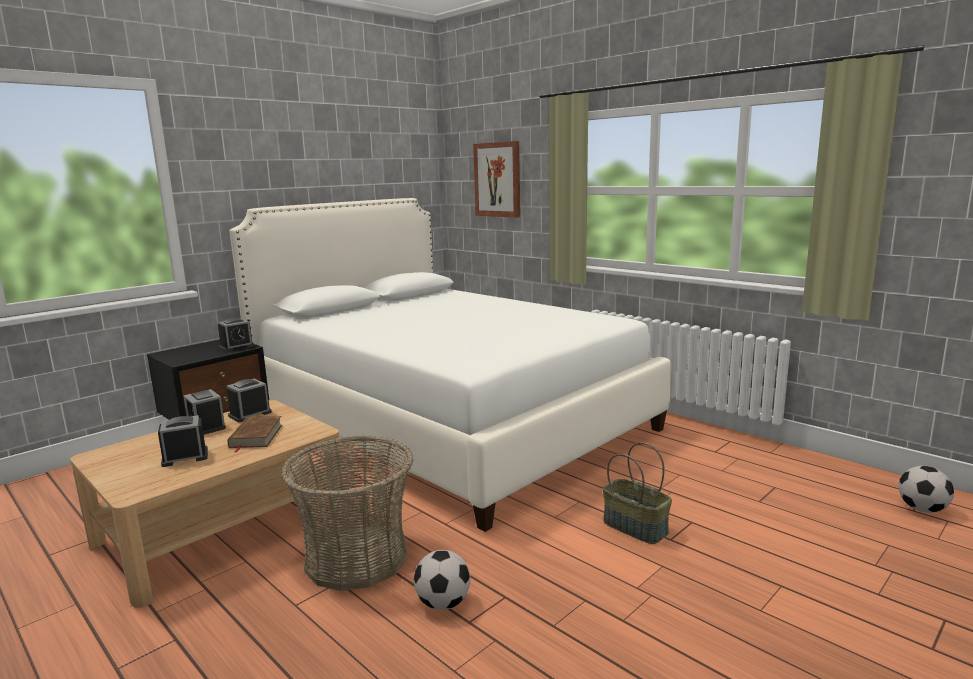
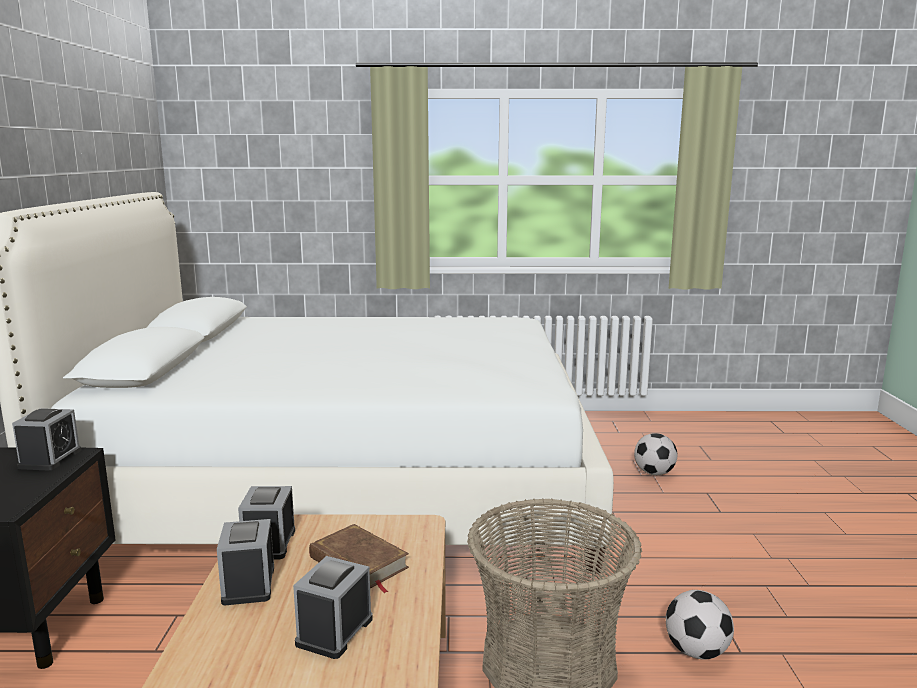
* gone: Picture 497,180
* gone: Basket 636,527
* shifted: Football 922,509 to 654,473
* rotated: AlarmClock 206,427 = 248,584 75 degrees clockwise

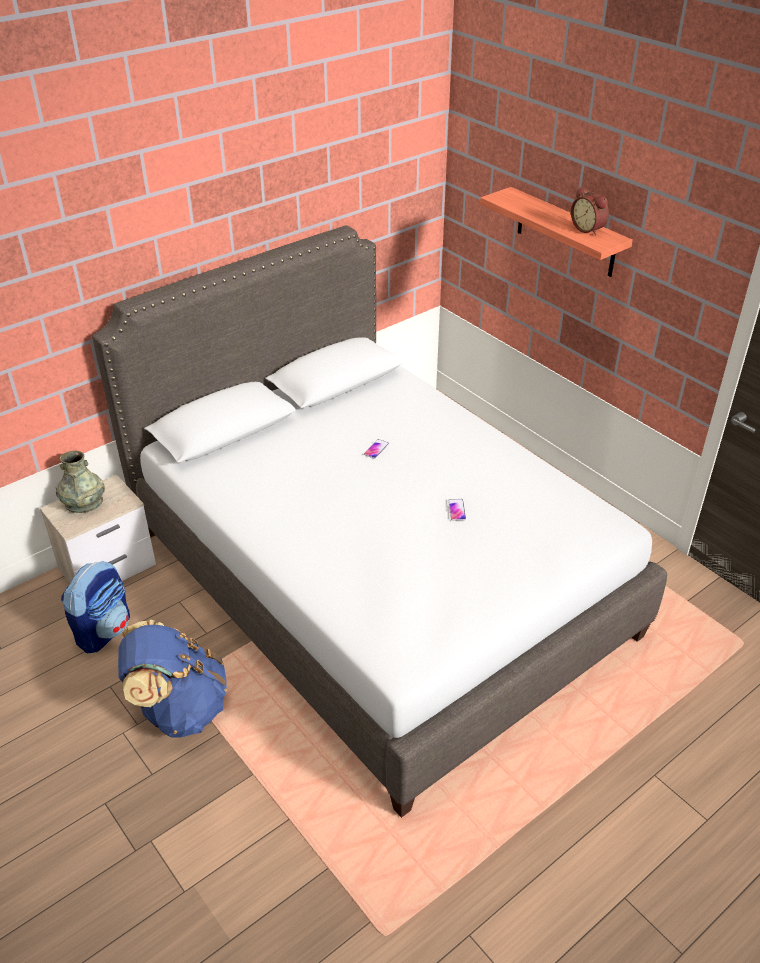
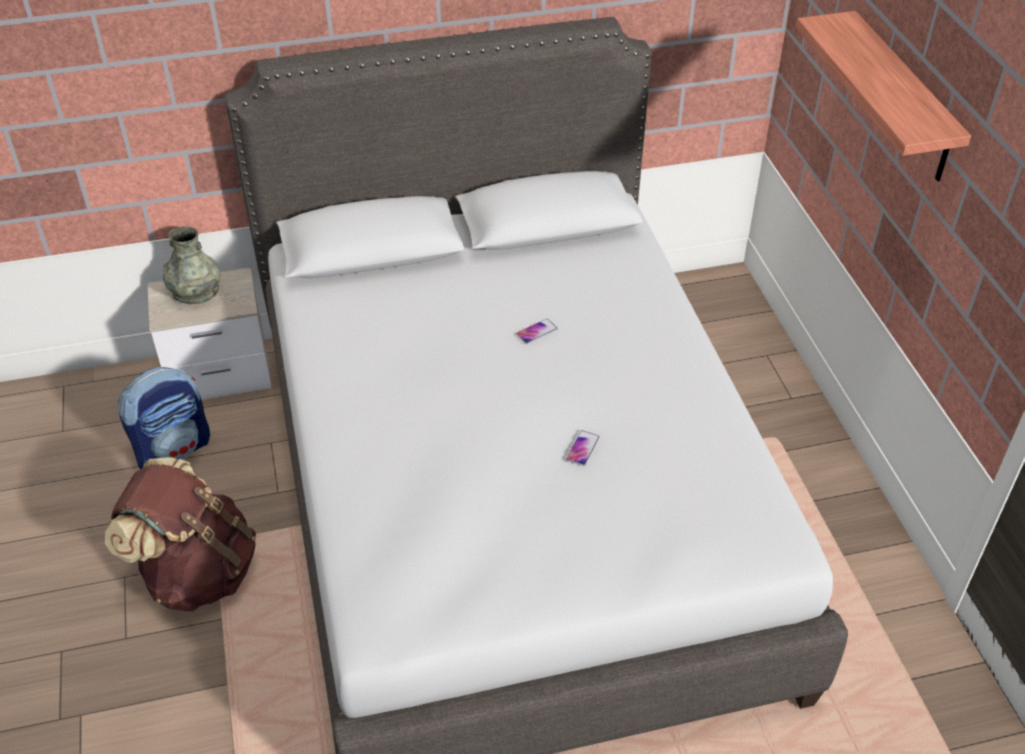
* gone: AlarmClock 588,229
* repainted: BlueBackpack 179,708 to BrownBackpack 197,572

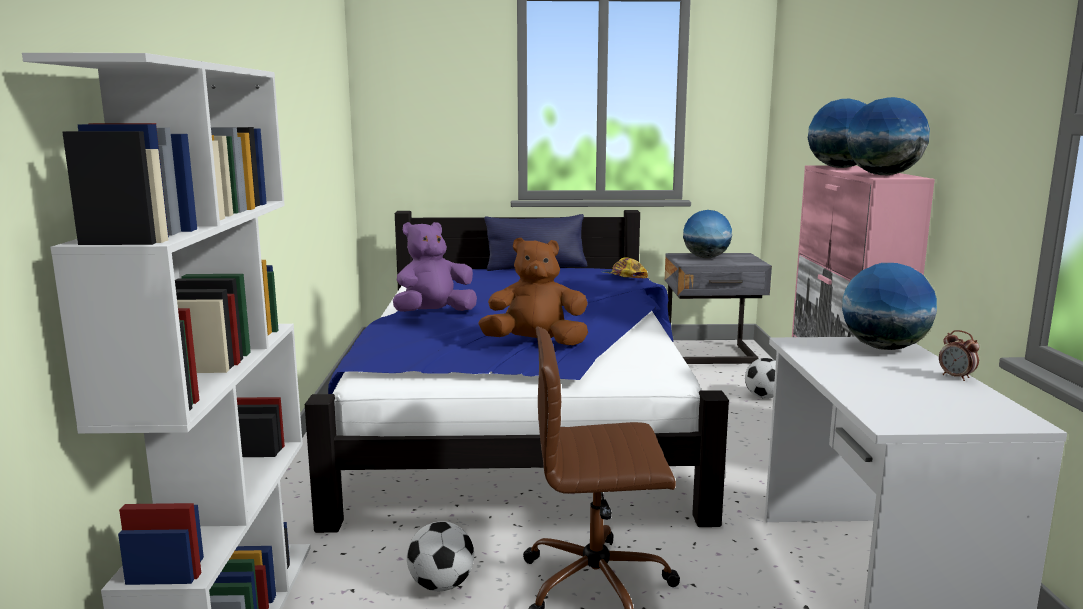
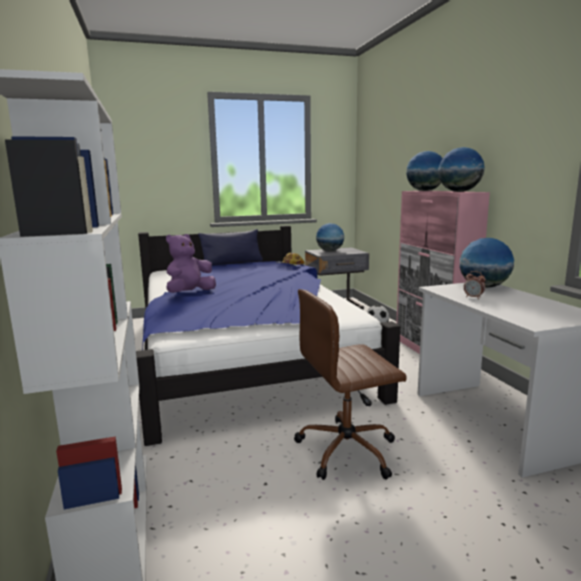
* gone: Football 441,585
* gone: BrownPlushToy 535,344
* shifted: AlarmClock 956,377 to 473,297

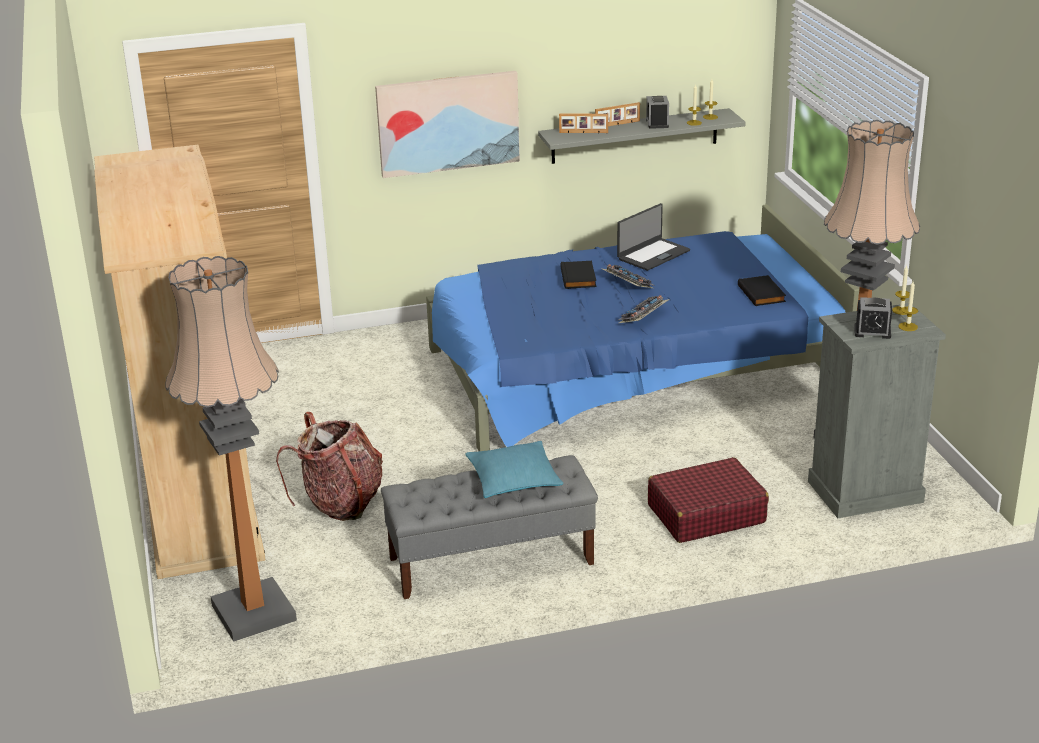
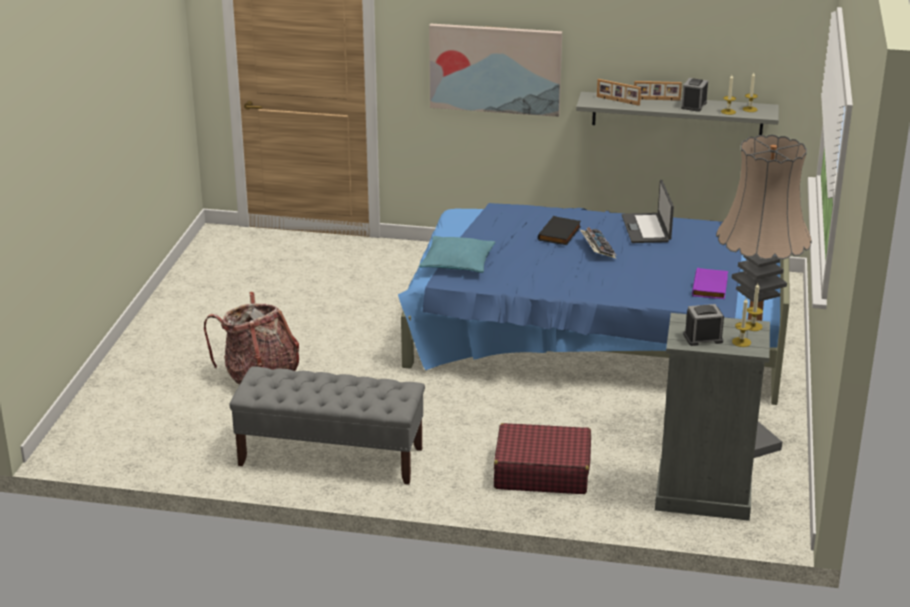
* gone: BeigeWardrobe 198,494
* gone: FloorLamp 253,612
* gone: Keyboard 643,316
* shifted: TurquoisePillow 514,479 to 457,263
* repainted: BlackBook 762,294 to PurpleBook 711,287
* rotated: Laptop 652,254 = 647,229 105 degrees clockwise
* rotated: AlarmClock 872,332 = 703,338 135 degrees clockwise

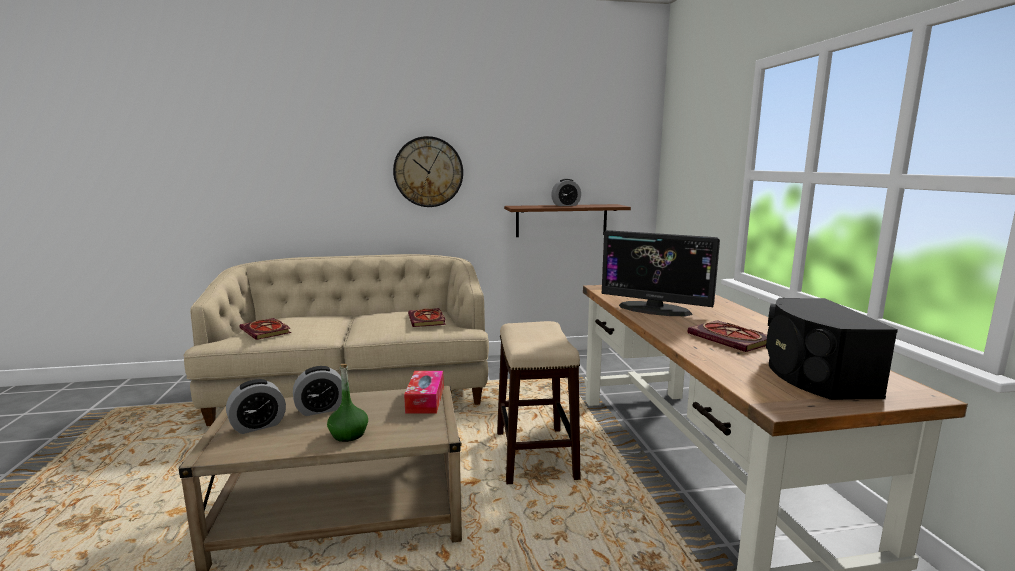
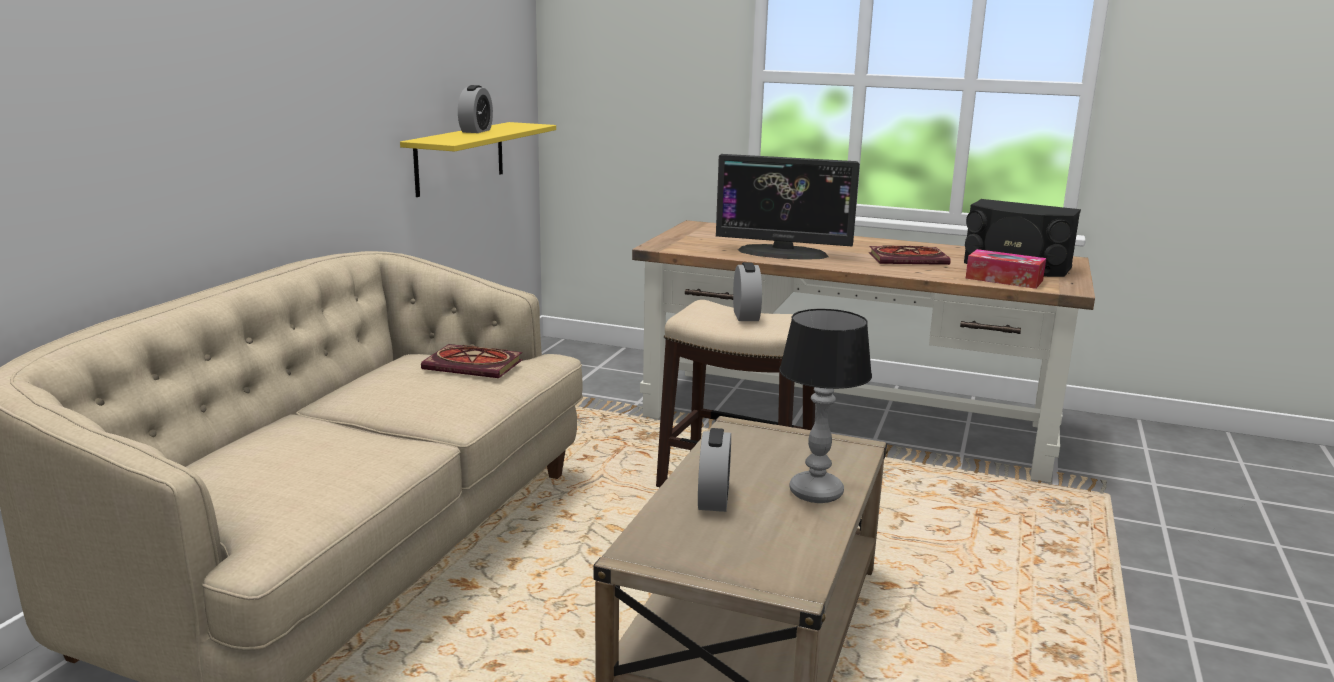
* gone: Book 267,331
* gone: WallClock 428,172
* shifted: AlarmClock 258,425 to 746,316
* shifted: TissueBox 425,400 to 1004,279
* swapped: GreenBottle 348,434 to TableLamp 814,492
* repainted: BrownShelf 561,220 to YellowShelf 460,157
* rotated: Monitor 654,309 = 783,253 45 degrees clockwise

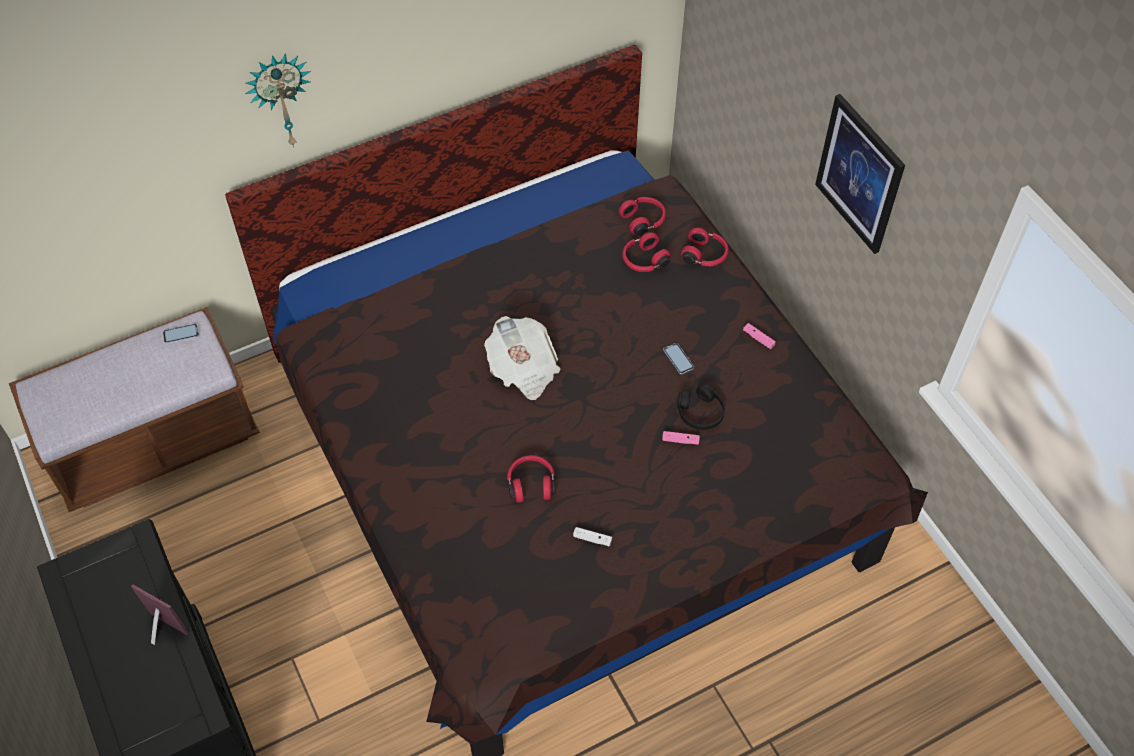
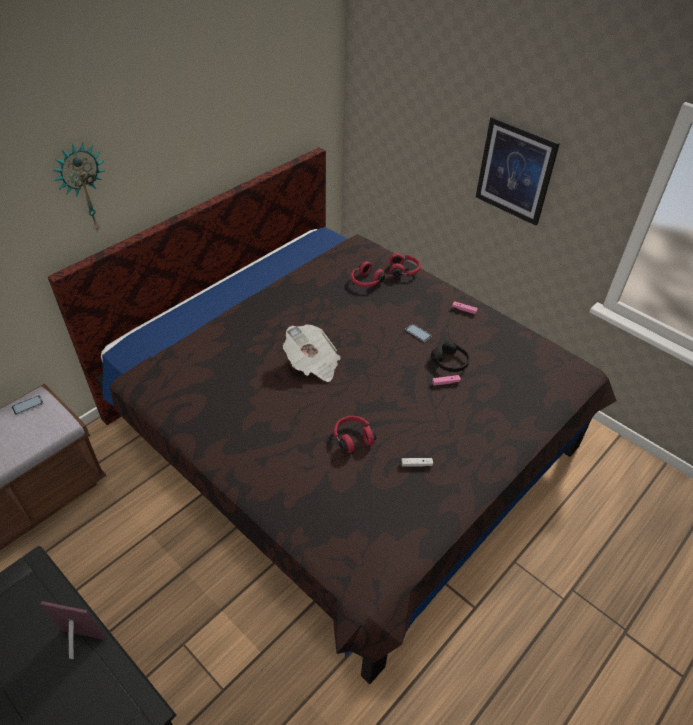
* gone: RedHeadphones 643,220

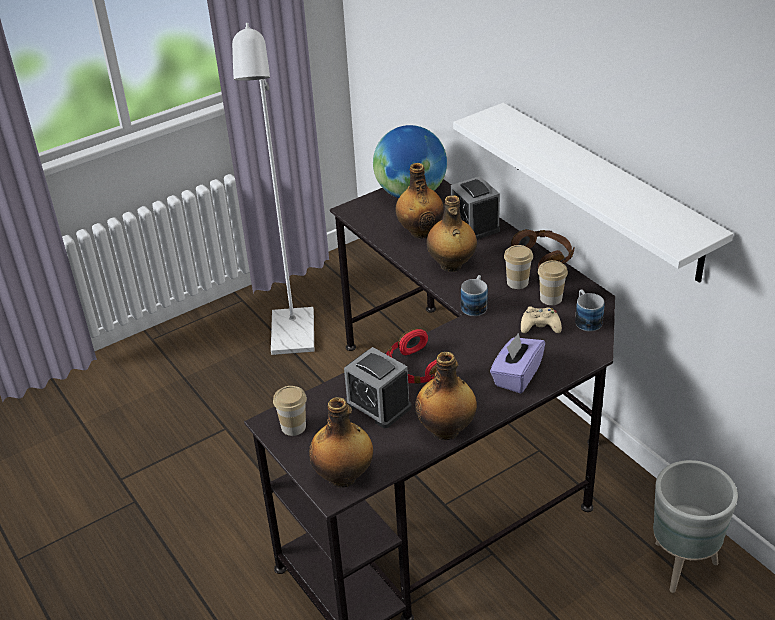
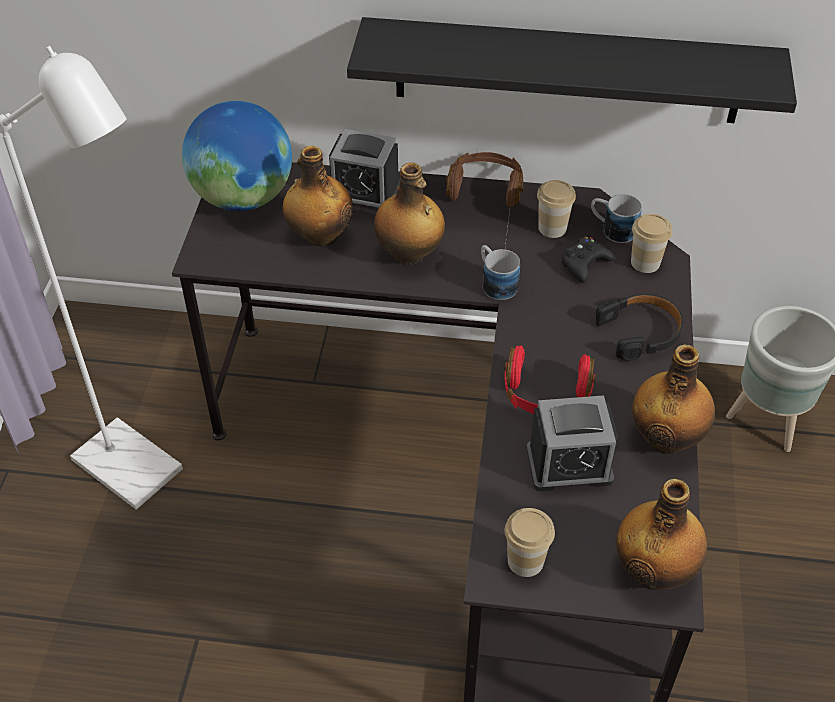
* shifted: Cup 517,282 to 645,262
* swapped: PurpleTissueBox 516,376 to BlackHeadphones 640,332
* repainted: WhiteShelf 604,191 to BlackShelf 567,71
* repainted: BeigeGameController 540,326 to BlackGameController 584,264

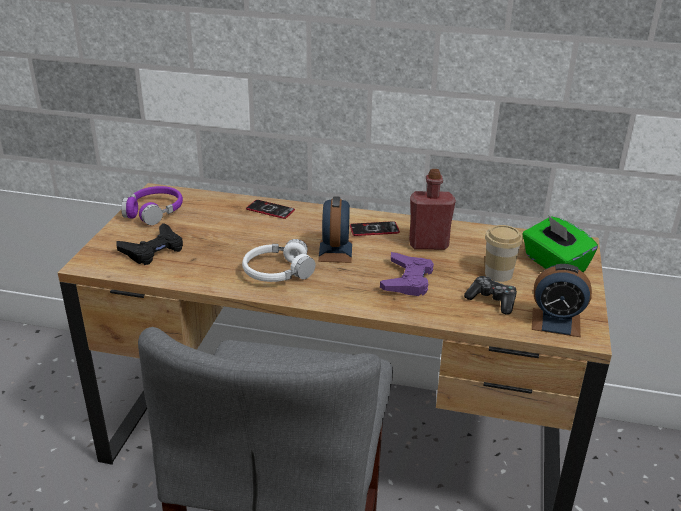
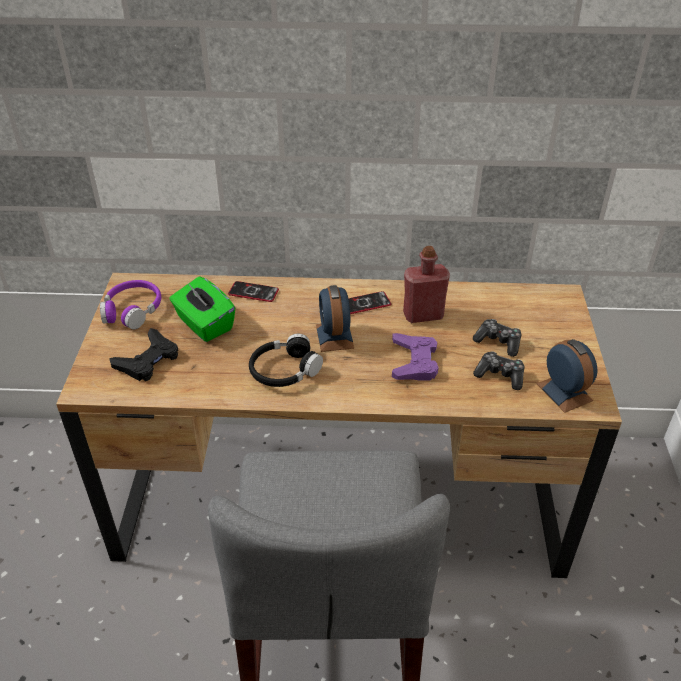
* shifted: GreenTissueBox 554,264 to 204,324
* swapped: Cup 498,274 to GameController 498,342
* repainted: WhiteHeadphones 277,272 to BlackHeadphones 284,370
* rotated: AlarmClock 556,322 = 564,392 120 degrees counterclockwise

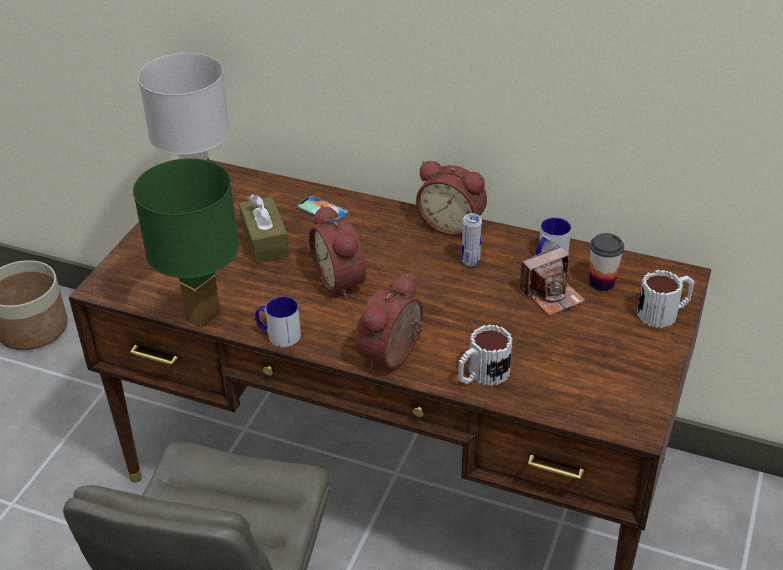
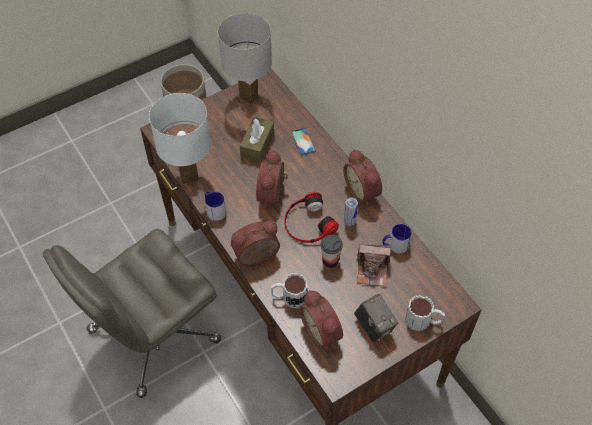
* new: Headphones 308,223
* new: AlarmClock 323,331
* new: PhotoCamera 374,326
* shifted: Cup 602,283 to 330,260
* repainted: GreenTableLamp 203,316 to WhiteTableLamp 189,177

